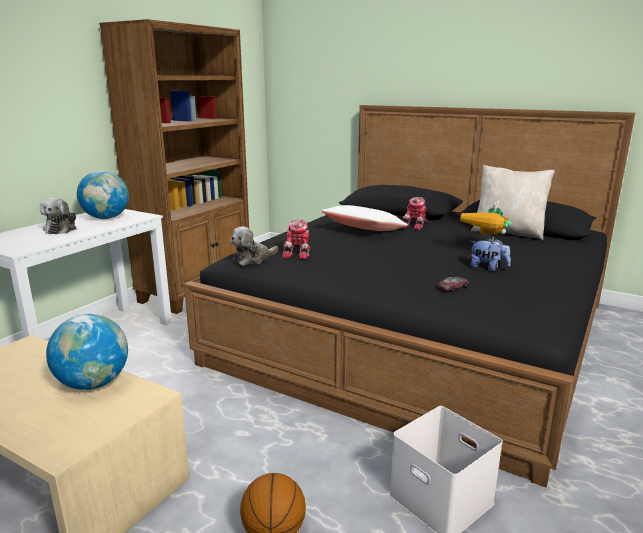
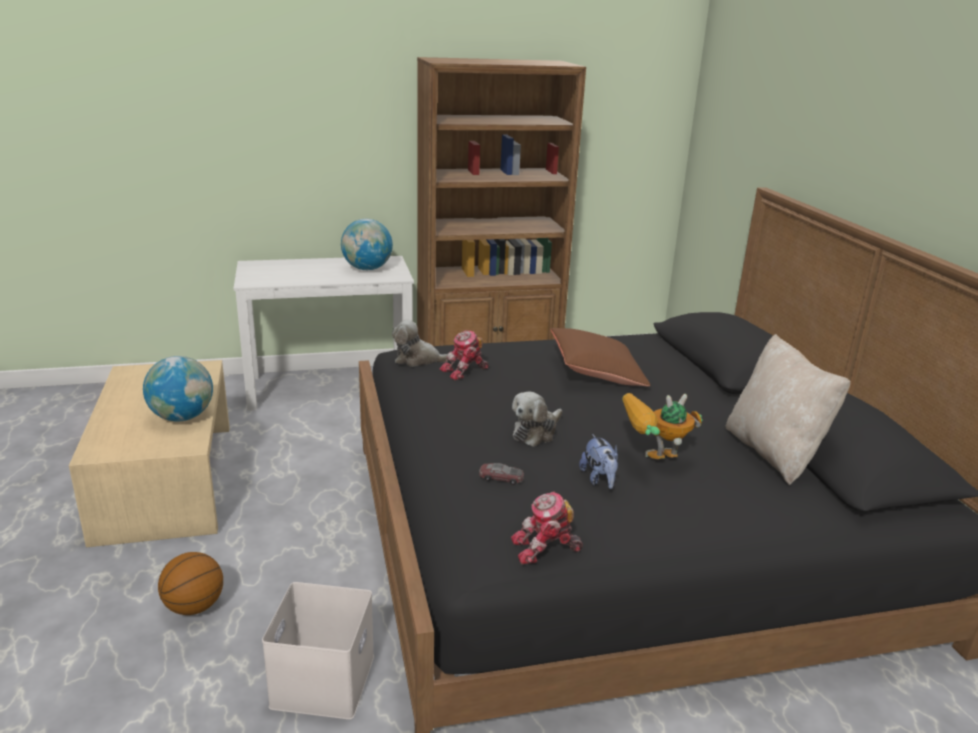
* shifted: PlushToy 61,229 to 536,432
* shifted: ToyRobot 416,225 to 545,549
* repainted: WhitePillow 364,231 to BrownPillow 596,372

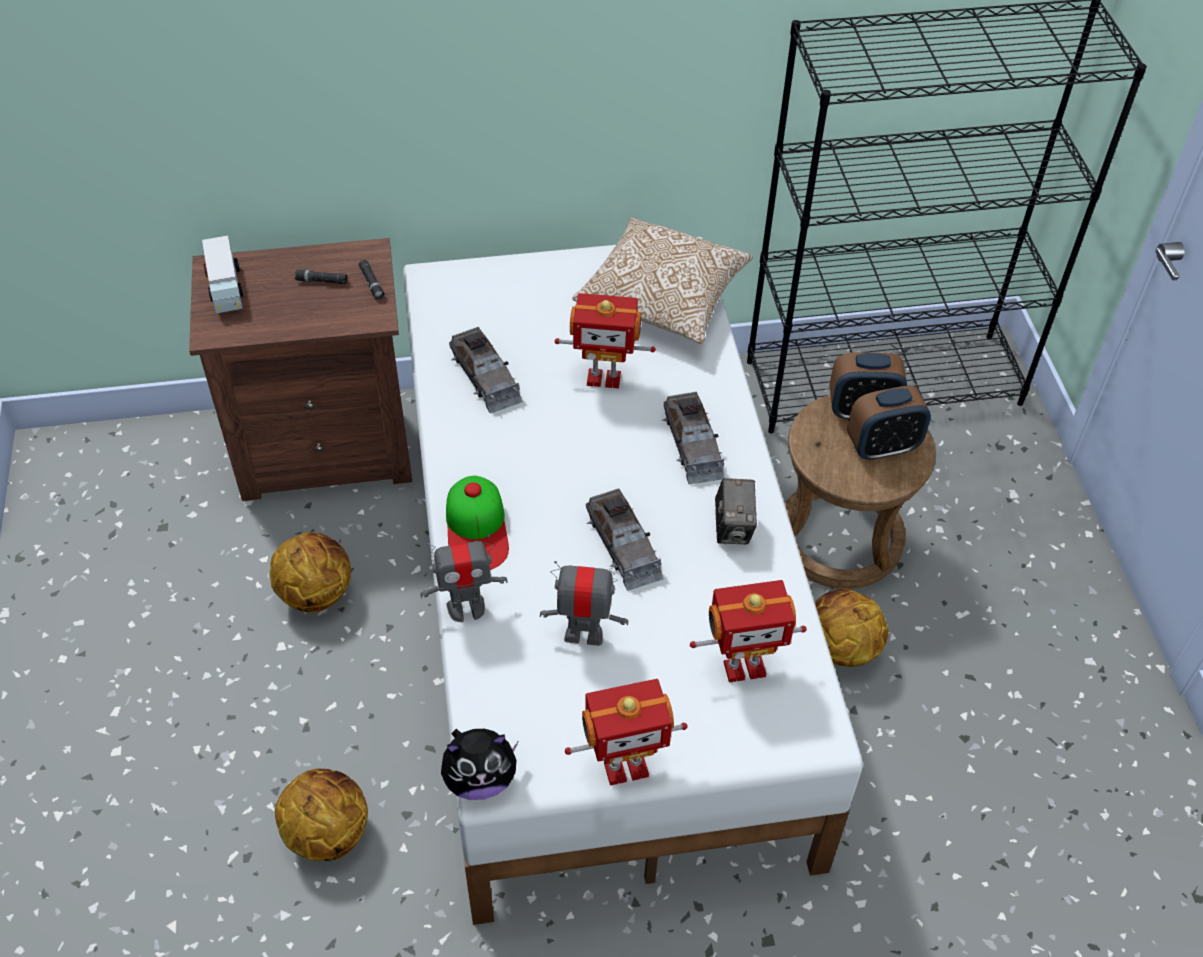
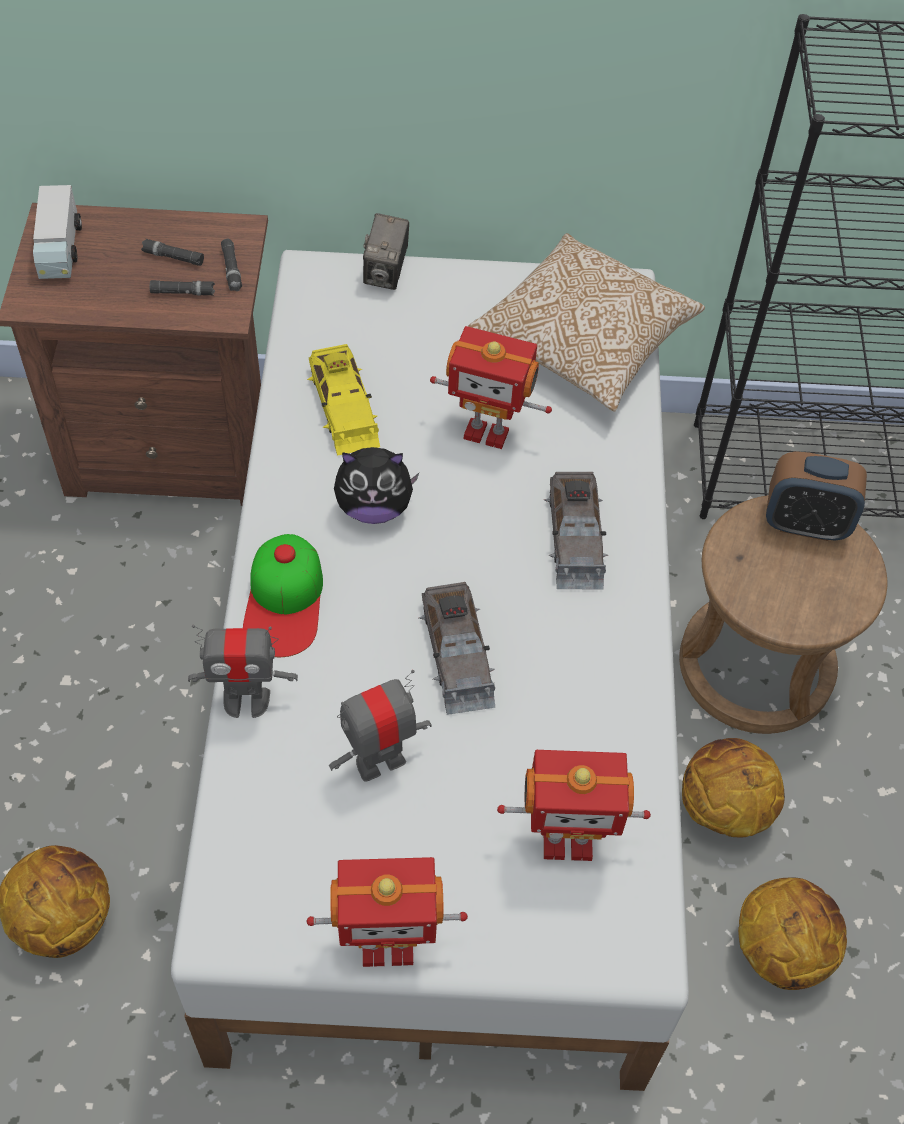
* gone: AlarmClock 882,447
* new: BlackFlashlight 183,292
* shifted: Basketball 316,593 to 780,949
* shifted: PlushToy 480,779 to 374,507
* shifted: PhotoCamera 733,528 to 386,273
* repainted: GreyToyCar 485,376 to YellowToyCar 344,407
* rotated: ToyRobot 584,634 = 380,762 45 degrees counterclockwise

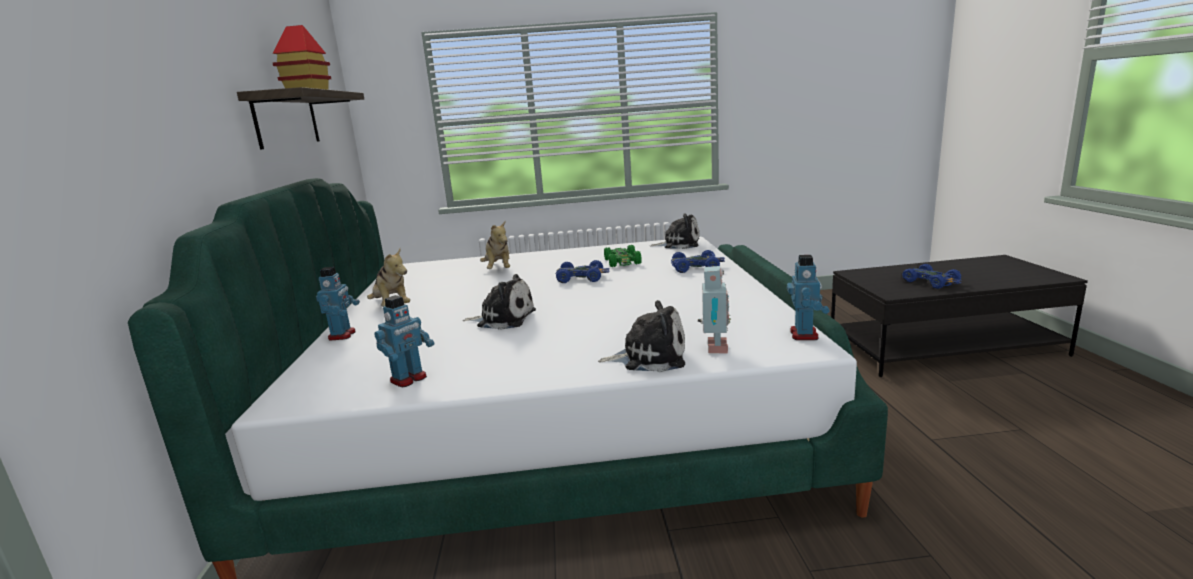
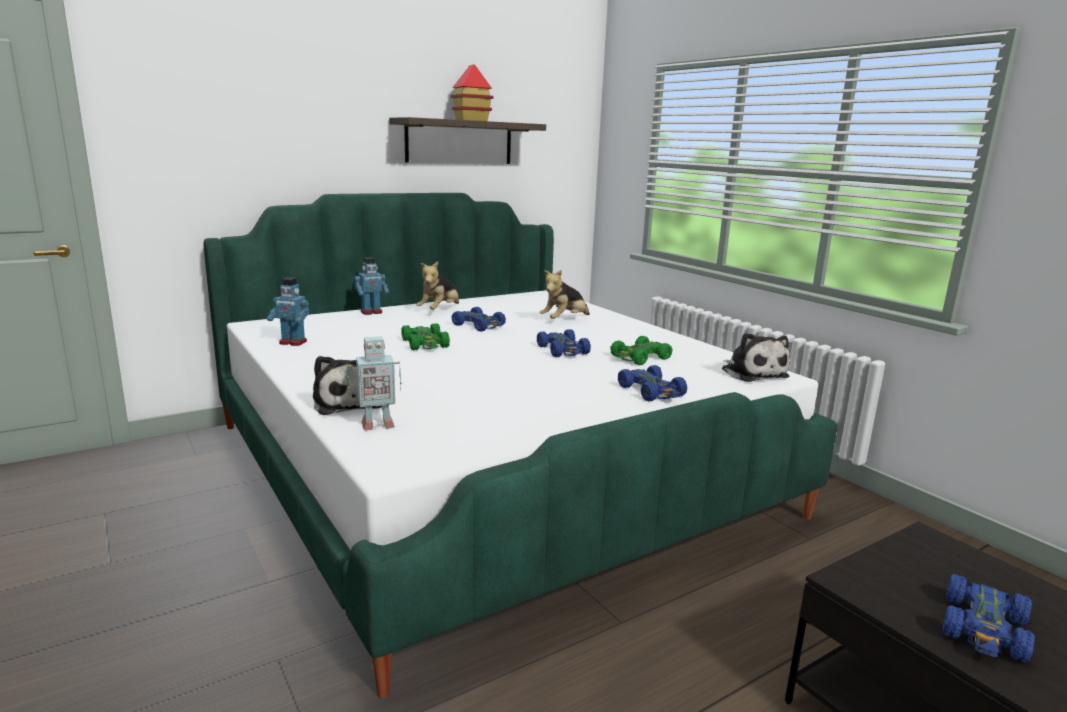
* gone: ToyRobot 805,335
* new: BlueToyCar 479,325
* swapped: PlushToy 503,319 to GreenToyCar 425,344

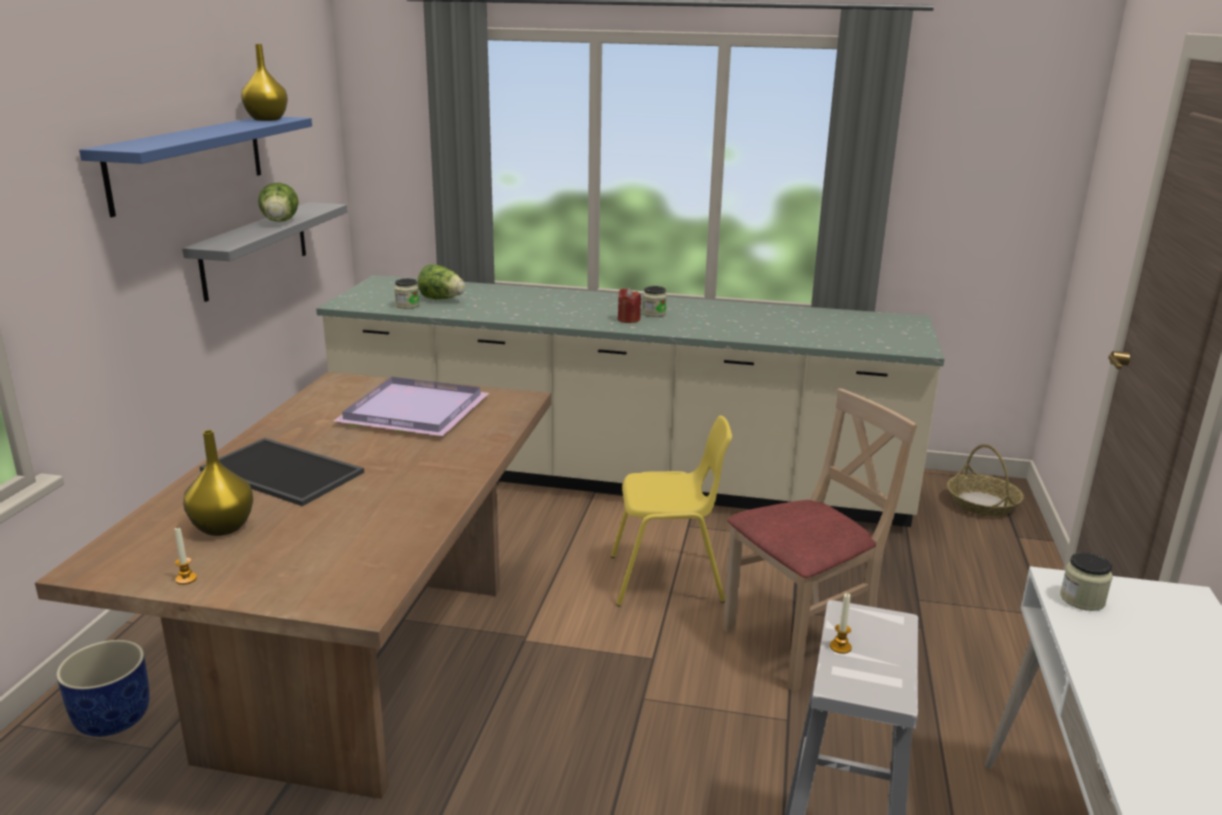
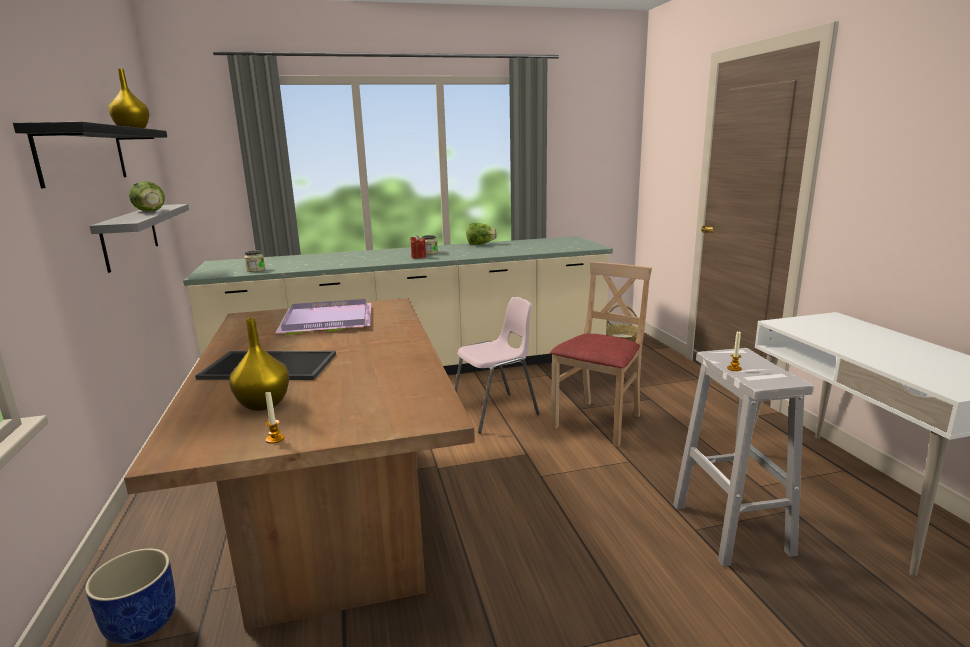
* gone: Jar 1082,599
* shifted: Lettuce 442,299 to 480,244
* repainted: BlueShelf 188,162 to BlackShelf 84,155
* repainted: YellowChair 668,580 to PinkChair 496,412

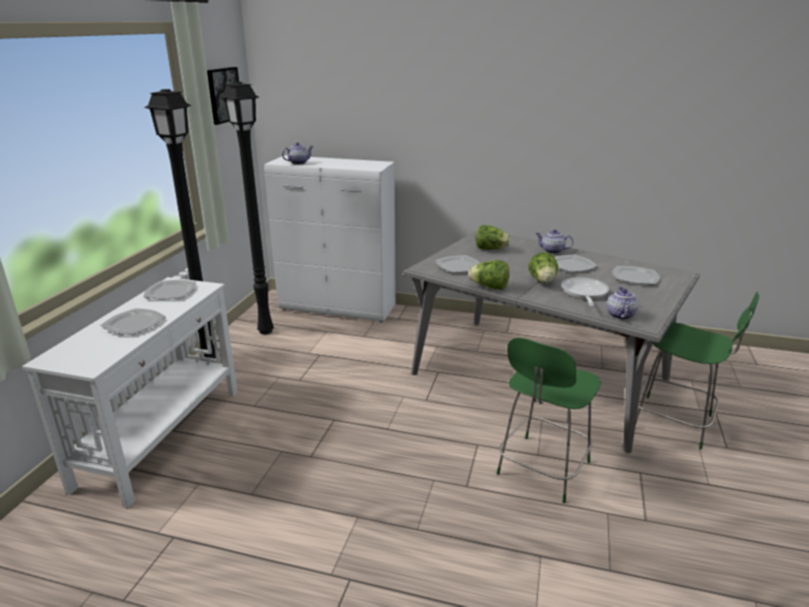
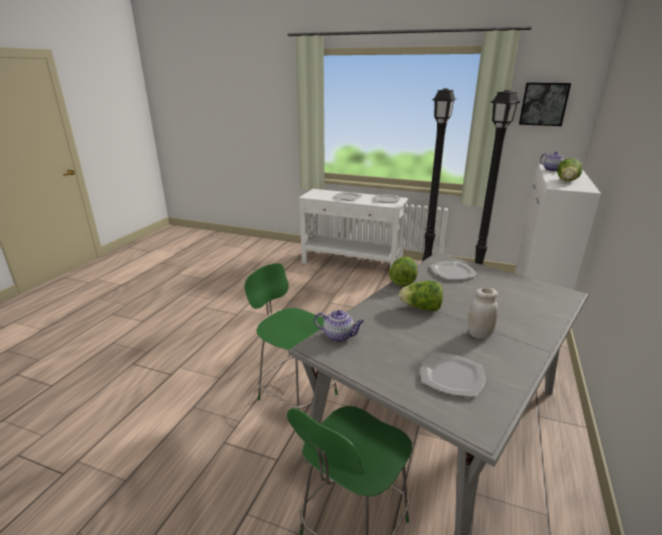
* gone: Teapot 552,251
* gone: FryingPan 584,293
* shifted: Lettuce 491,249 to 567,181
* swapped: Plate 571,265 to WhiteJar 479,334

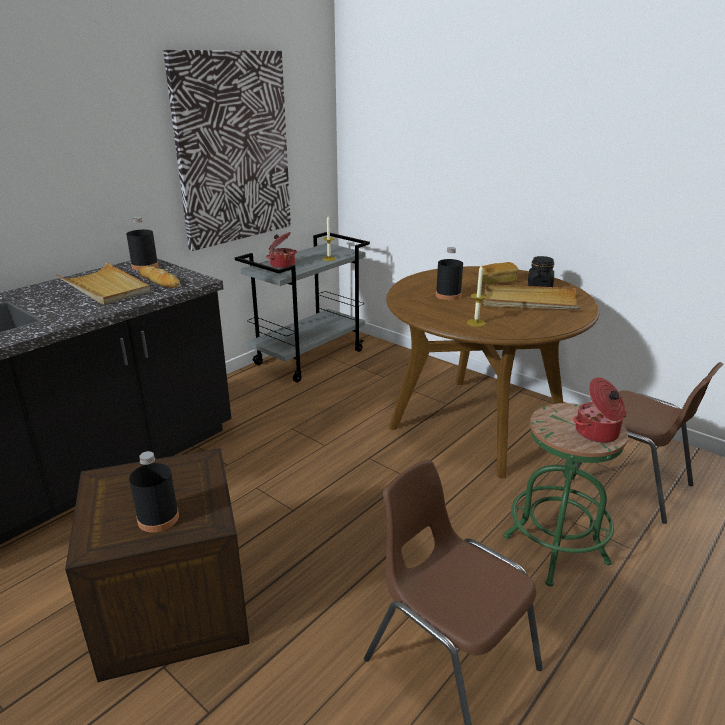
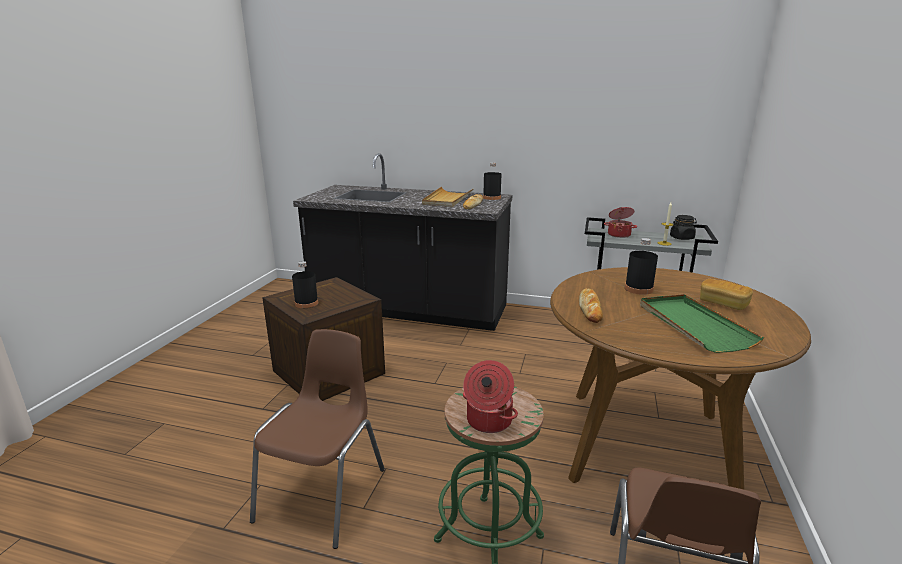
* gone: Picture 233,149
* shifted: BlackJar 539,286 to 682,238
* swapped: Candle 476,323 to Bread 590,308
* repainted: BeigeTray 529,301 to GreenTray 693,325

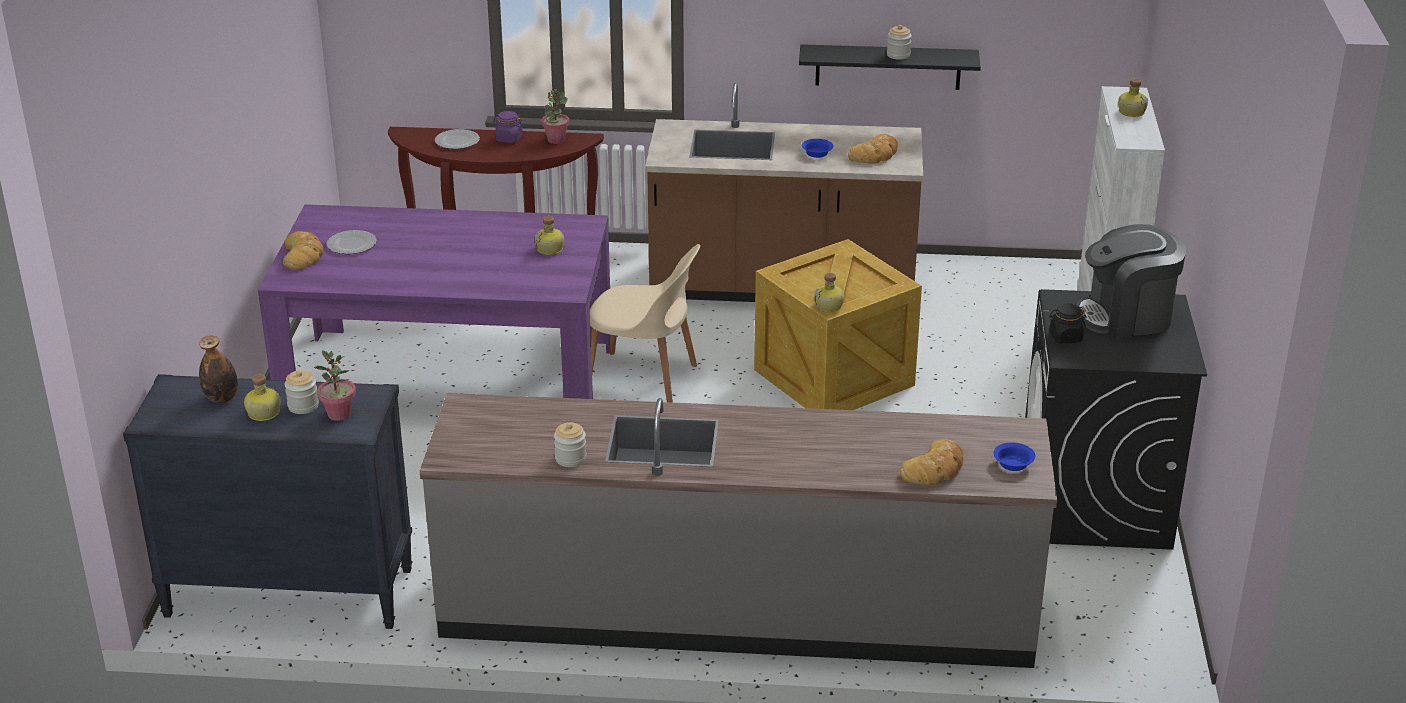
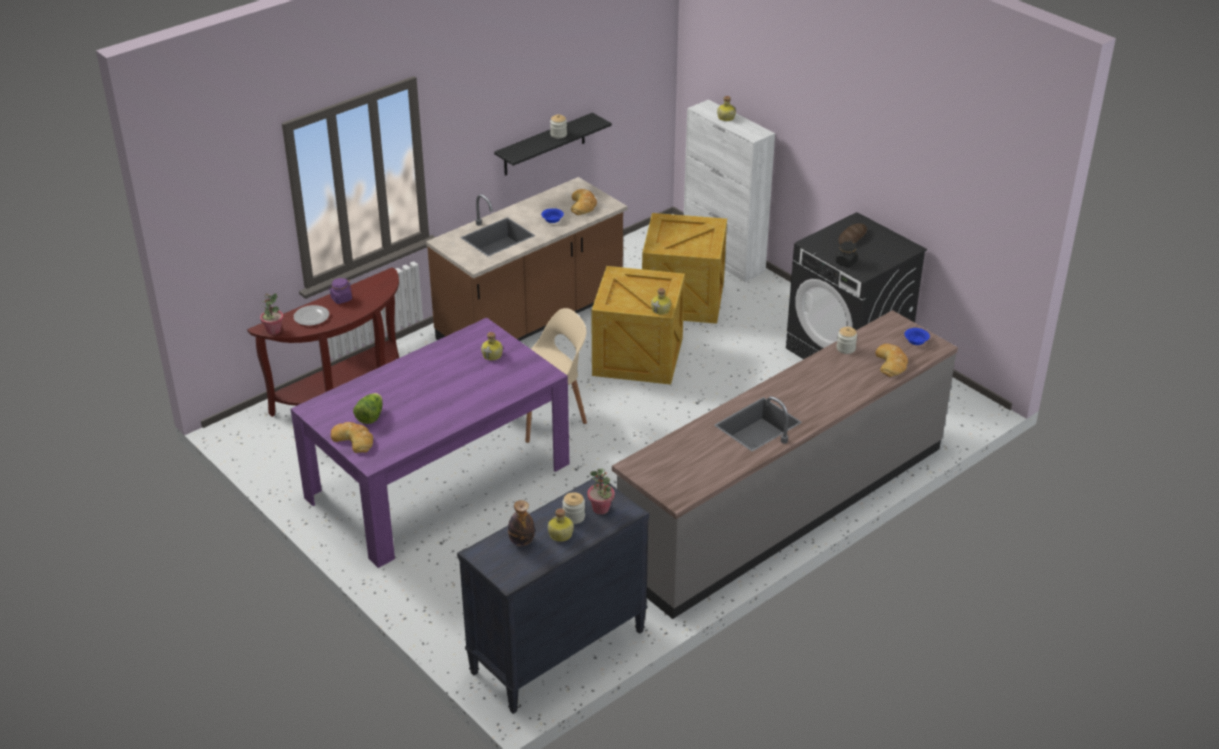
* new: Crate 684,298
* shifted: PottedPlant 556,140 to 273,330
* shifted: Jar 570,458 to 846,348
* swapped: Plate 351,244 to Lettuce 370,417
* swapped: CoffeeMachine 1126,317 to Bread 852,237

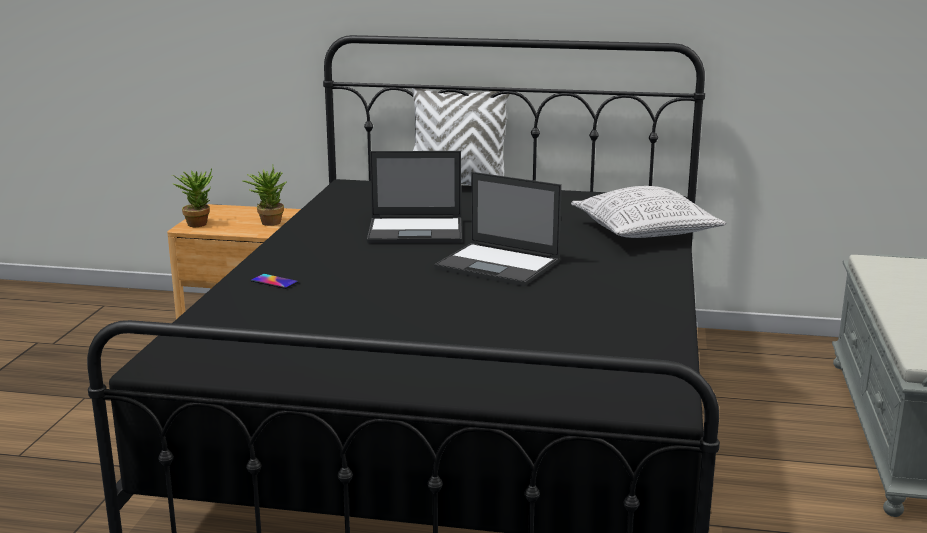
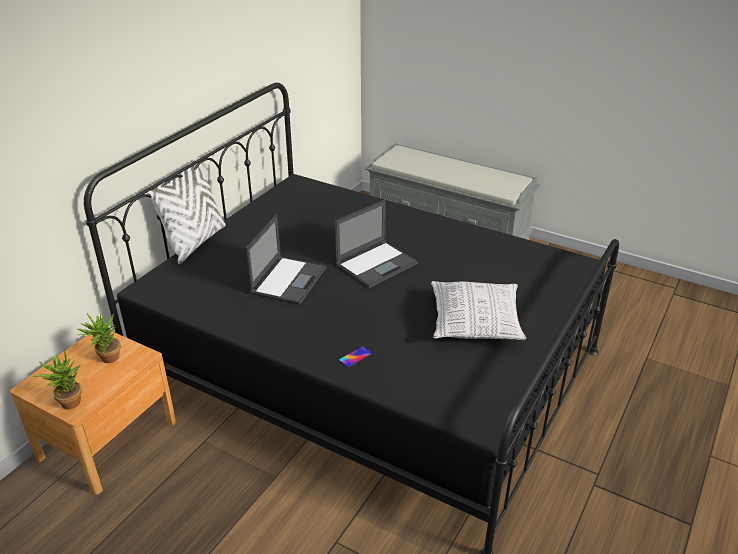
* shifted: Pillow 644,233 to 475,323

